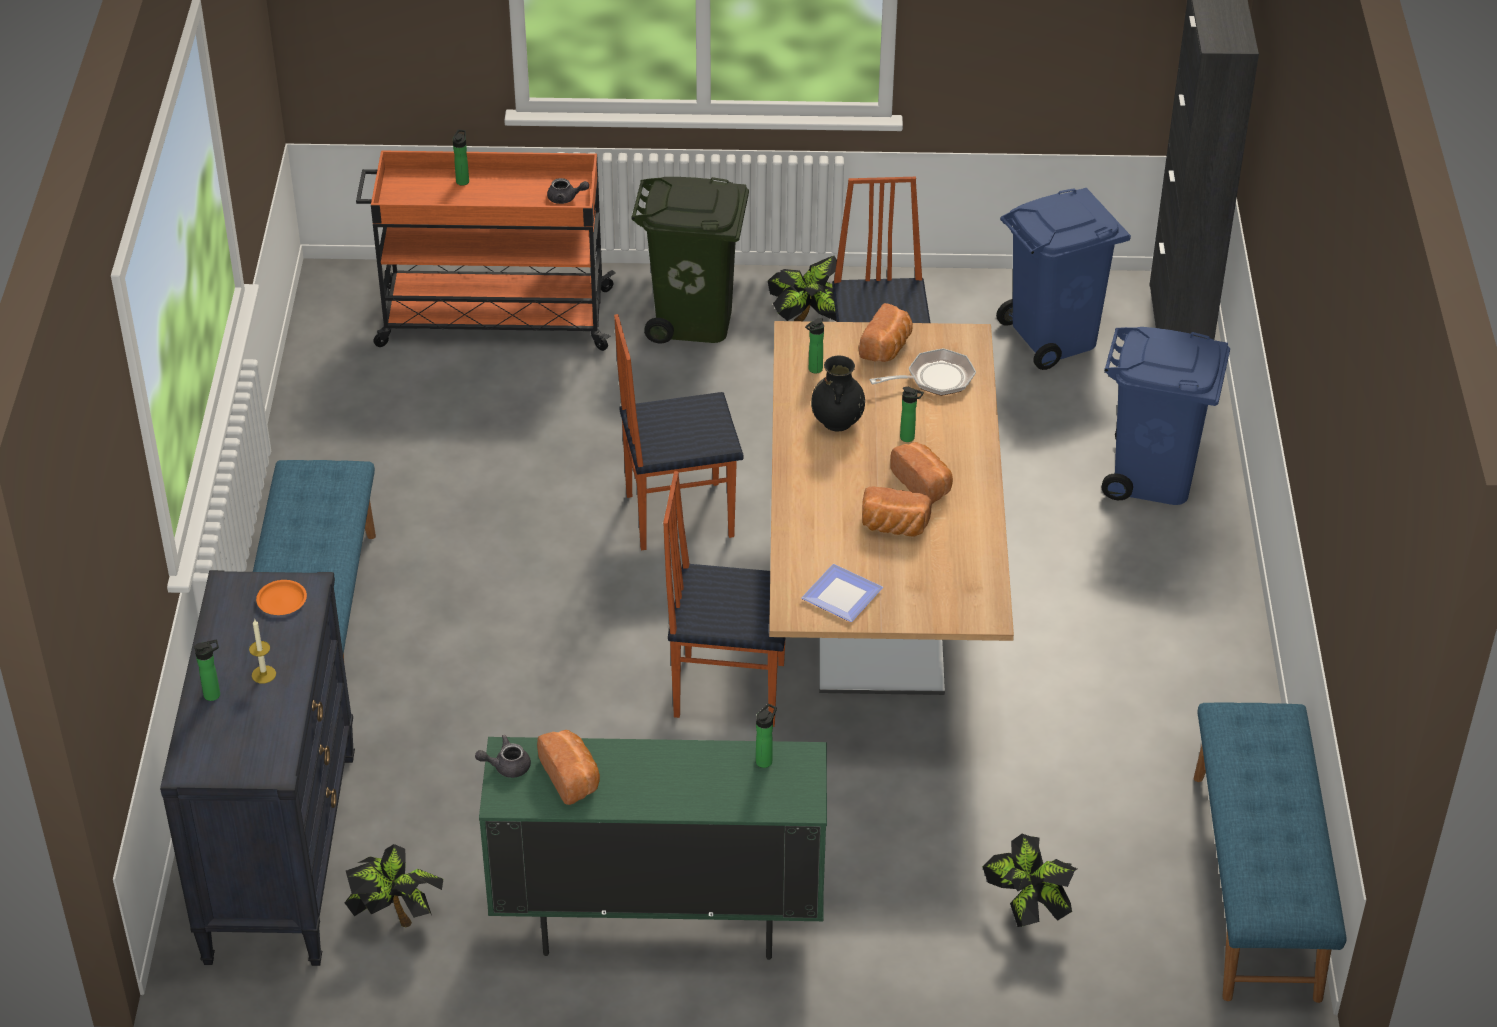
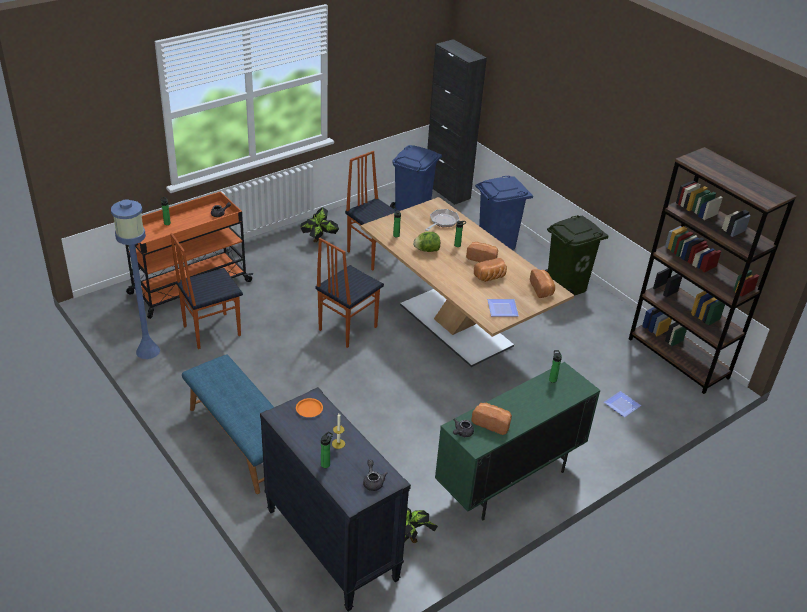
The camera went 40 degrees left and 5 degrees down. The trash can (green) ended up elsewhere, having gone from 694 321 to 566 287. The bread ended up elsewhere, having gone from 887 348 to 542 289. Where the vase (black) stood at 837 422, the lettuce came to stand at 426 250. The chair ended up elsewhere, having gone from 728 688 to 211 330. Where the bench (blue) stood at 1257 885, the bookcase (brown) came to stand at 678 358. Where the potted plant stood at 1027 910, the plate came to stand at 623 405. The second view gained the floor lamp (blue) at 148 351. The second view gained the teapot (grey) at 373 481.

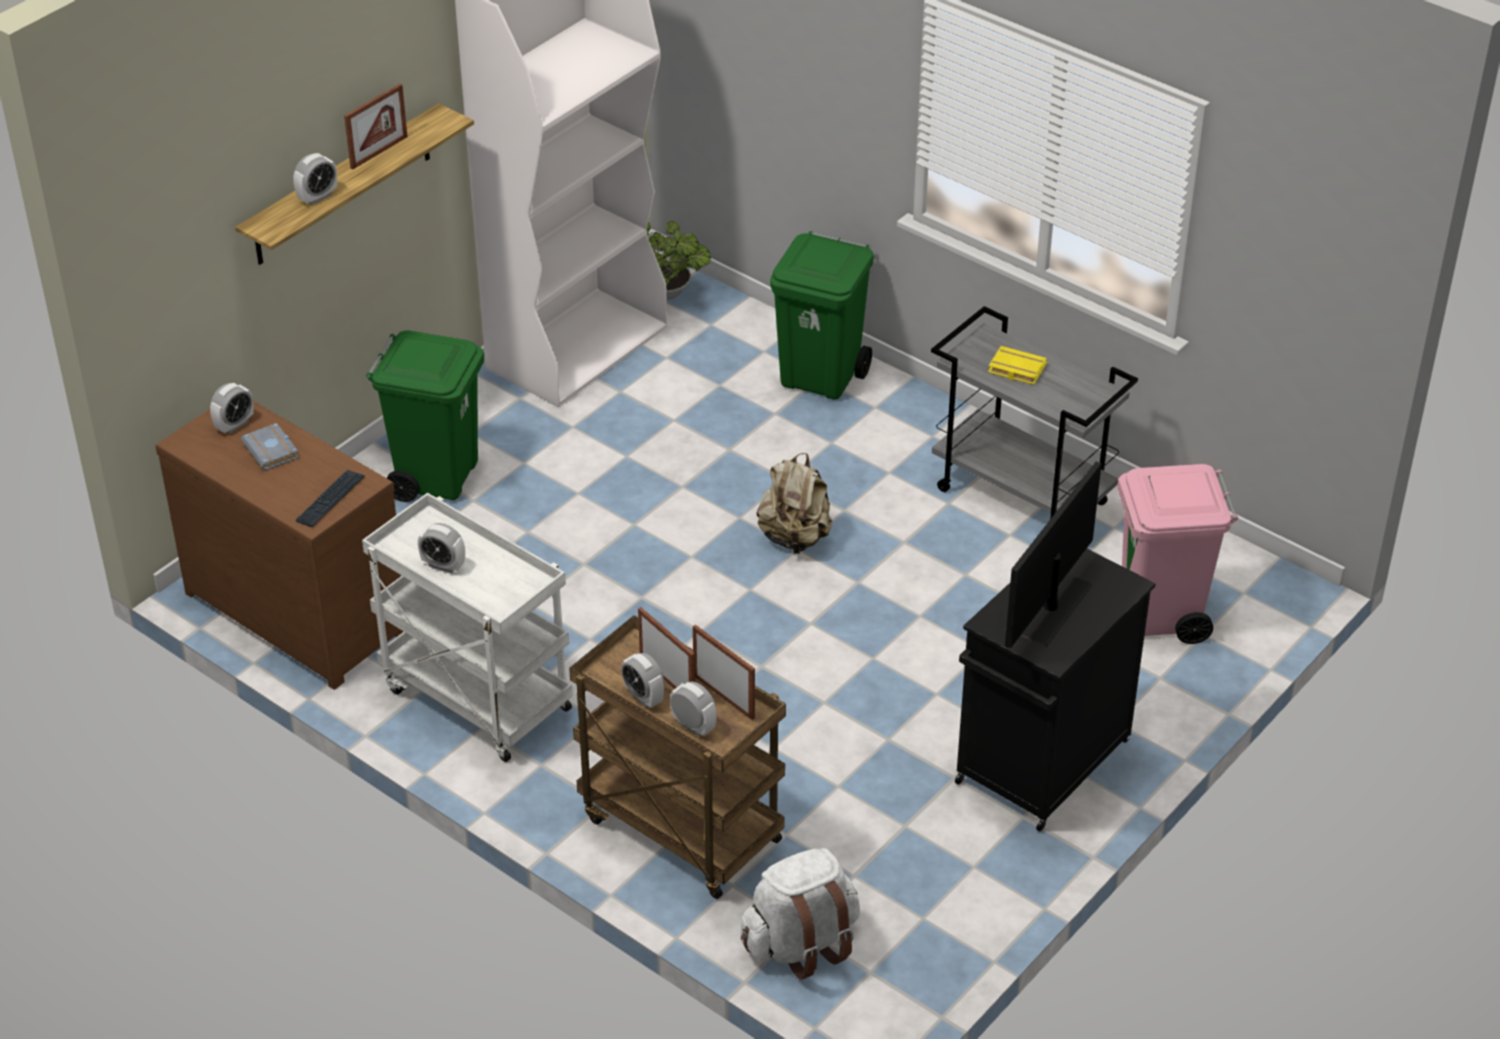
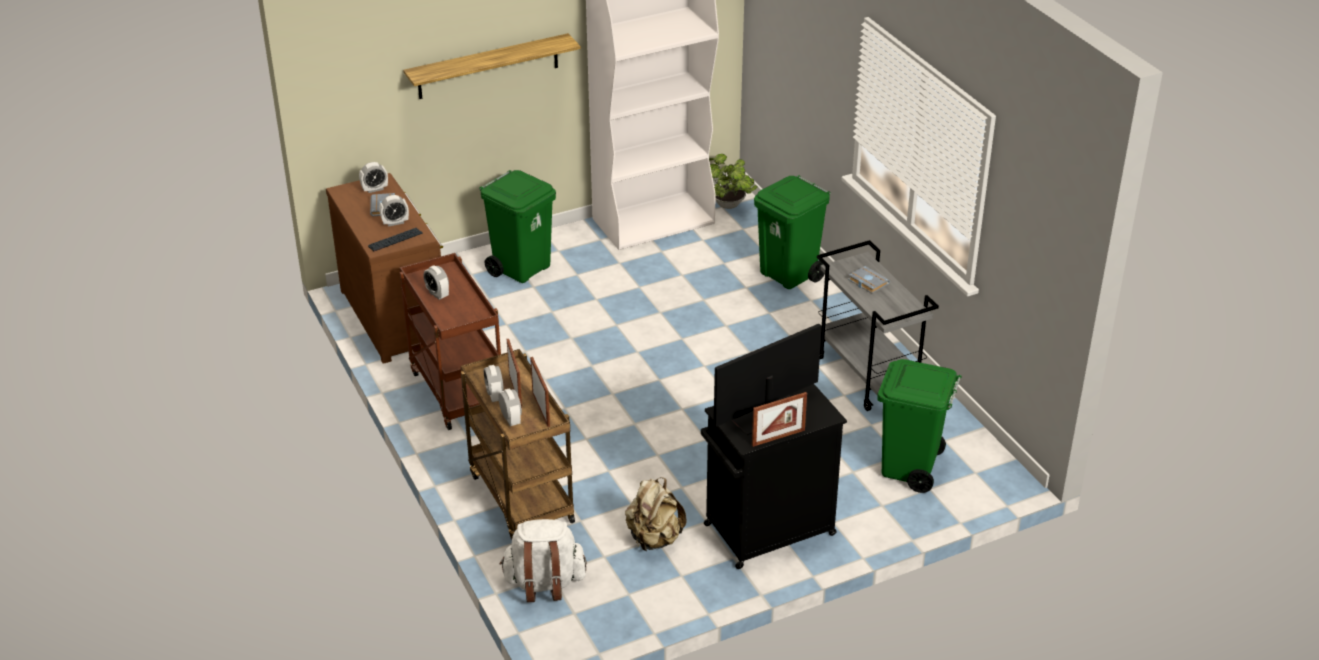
The camera went 25 degrees right and 5 degrees down. The picture frame ended up elsewhere, having gone from 379 152 to 778 437. The alarm clock ended up elsewhere, having gone from 317 197 to 395 222. What was the book (yellow) at 1015 369 turned into the book (grey) at 867 282. The backpack (beige) ended up elsewhere, having gone from 795 537 to 654 539. What was the trash can (pink) at 1161 614 turned into the trash can (green) at 910 469. What was the cart (white) at 474 698 turned into the cart (brown) at 455 391.

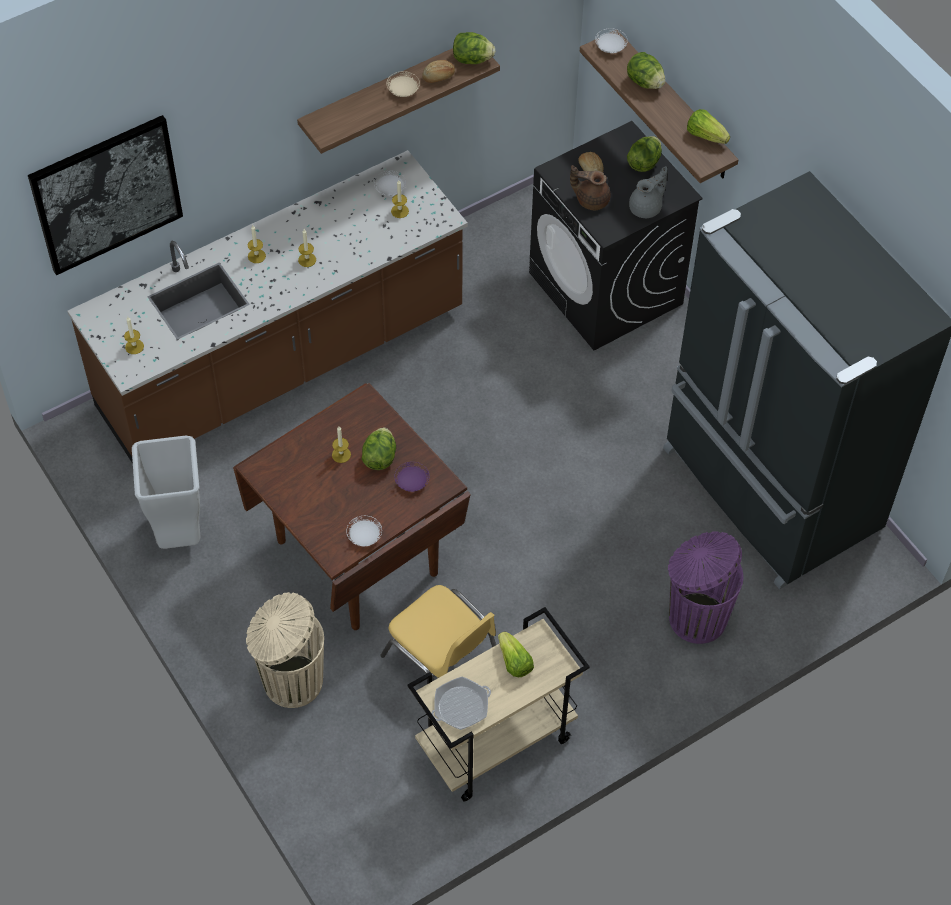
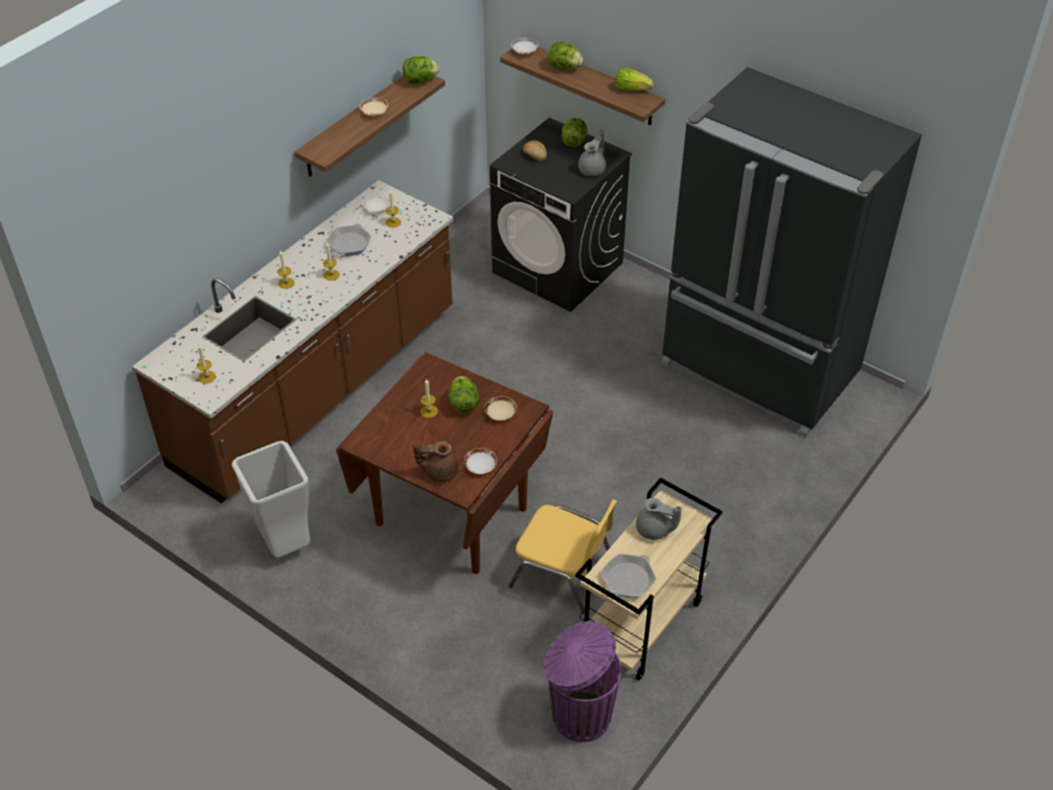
The camera went 20 degrees left and 10 degrees down. The second view lost the bread at 439 77. The second view lost the picture at 106 194. The teapot (brown) ended up elsewhere, having gone from 591 199 to 439 471. What was the plate (purple) at 412 482 turned into the plate (beige) at 501 414. The trash can (purple) ended up elsewhere, having gone from 695 617 to 579 715. The second view lost the trash can (beige) at 291 681. Where the lettuce stood at 514 662, the teapot (grey) came to stand at 654 530. The second view gained the frying pan at 349 244.

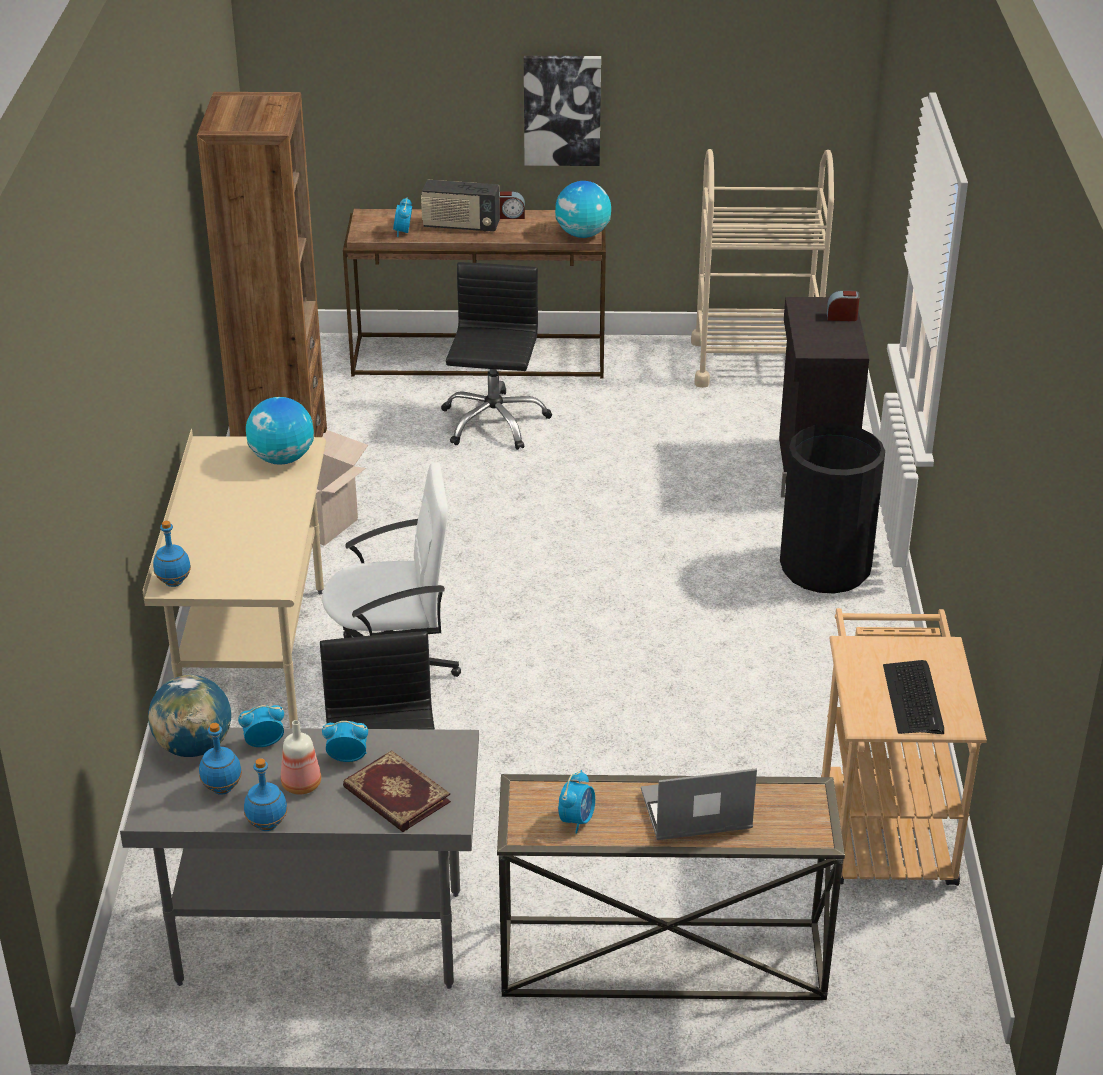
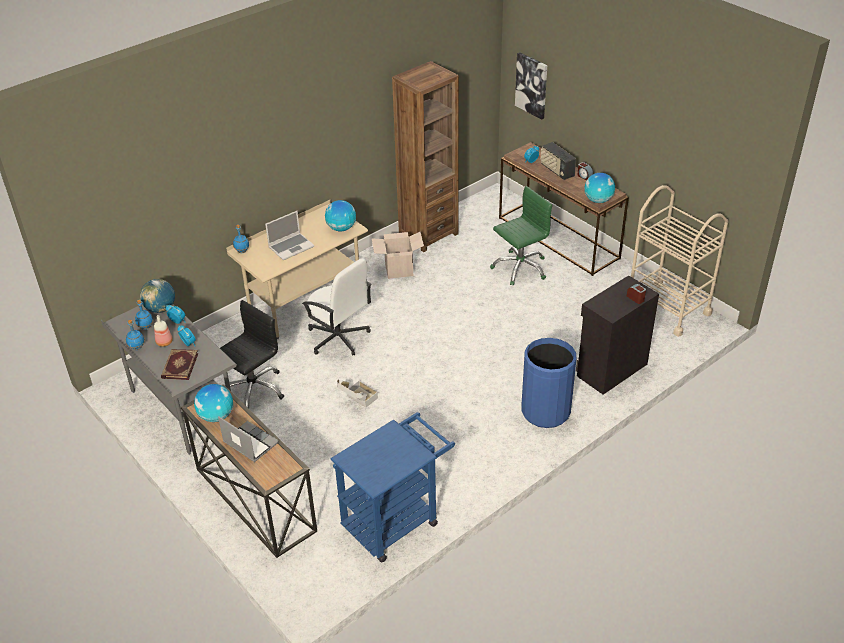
The camera went 50 degrees right and 5 degrees up. The picture ended up elsewhere, having gone from 562 110 to 532 85. What was the office chair (black) at 493 422 turned into the office chair (green) at 520 268. What was the trash can (black) at 825 568 turned into the trash can (blue) at 545 411. What was the cart (beige) at 883 824 turned into the cart (blue) at 396 519. The second view lost the keyboard at 913 699. Where the alarm clock stood at 577 820, the globe came to stand at 216 416. The second view gained the laptop at 291 247. The second view gained the cardboard box at 357 400.

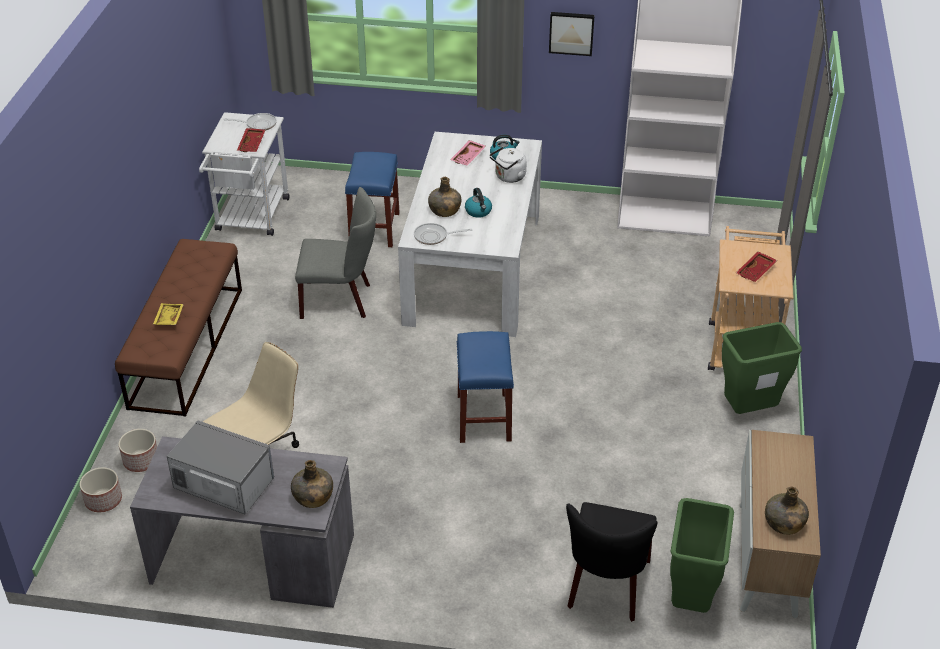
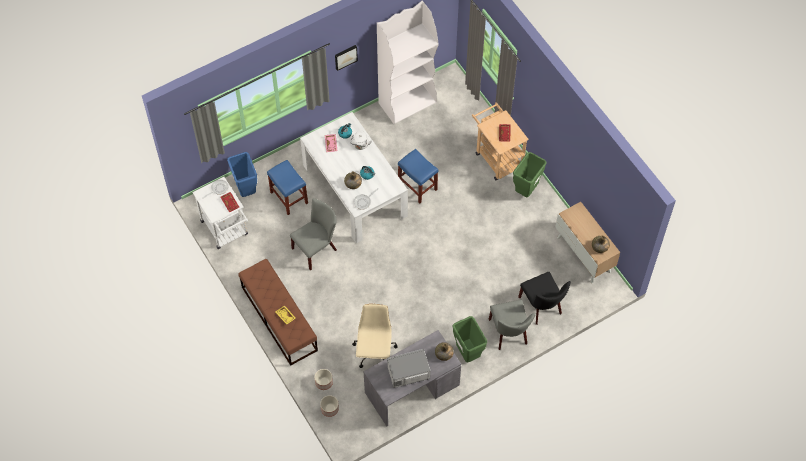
The camera went 40 degrees left and 20 degrees up. The stool (blue) ended up elsewhere, having gone from 484 418 to 418 186. The trash can (green) ended up elsewhere, having gone from 690 599 to 467 353. The second view gained the trash can (blue) at 246 190. The second view gained the chair (grey) at 509 334.

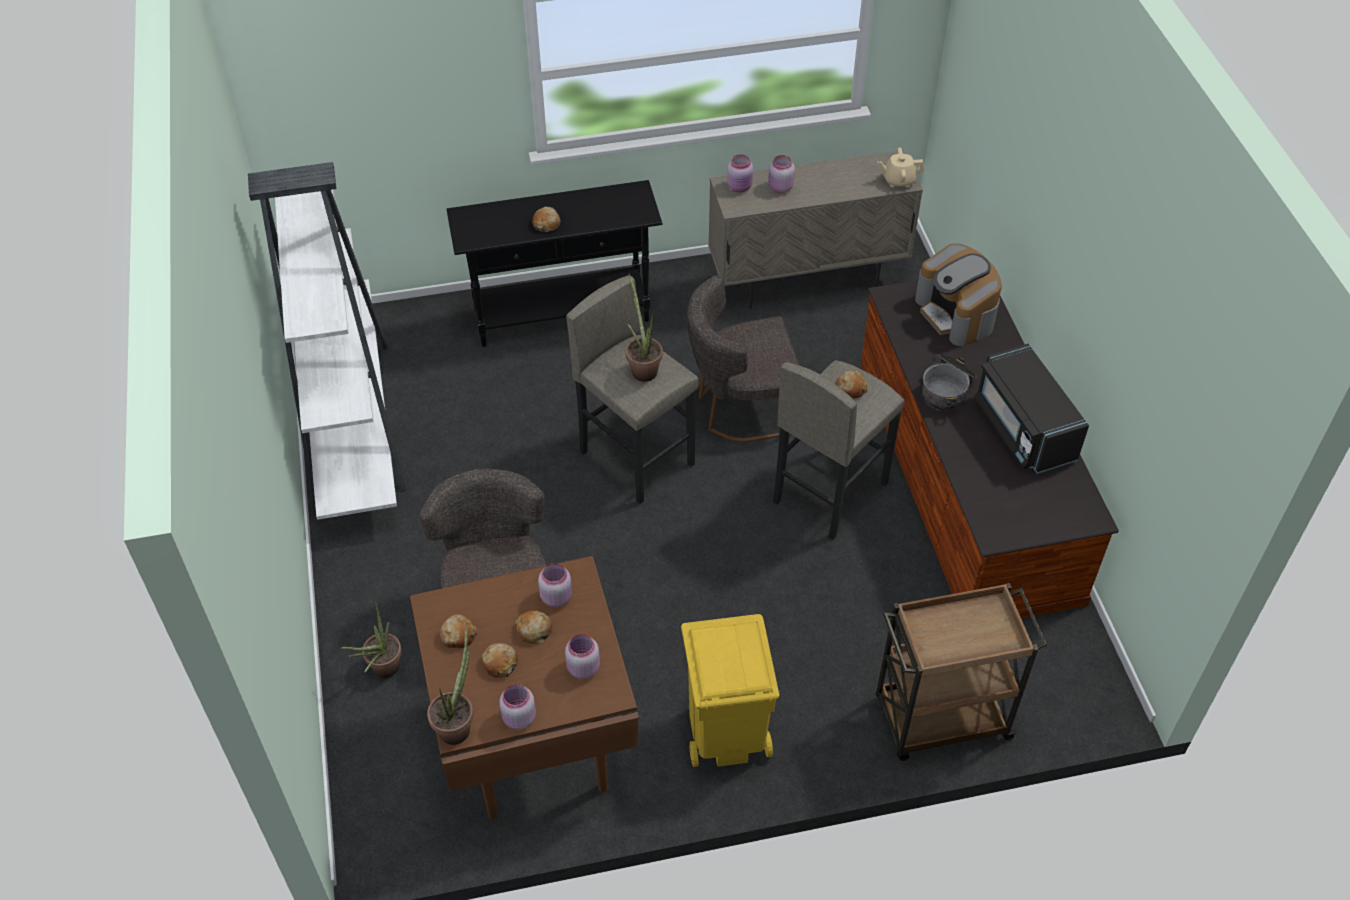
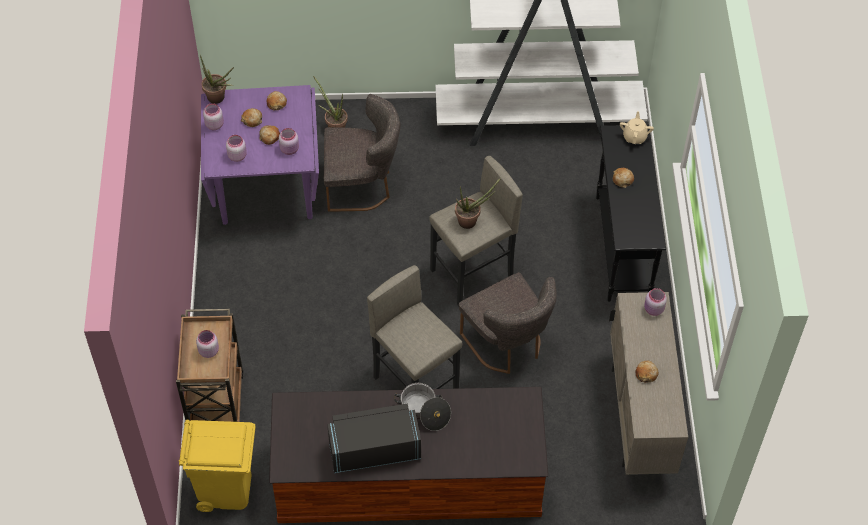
The camera went 100 degrees right and 5 degrees up. The teapot (beige) ended up elsewhere, having gone from 898 180 to 634 137. The jar (pink) ended up elsewhere, having gone from 780 187 to 208 350. The second view lost the coffee machine at 956 314. The chair (grey) at 740 408 ended up facing another way, 150 degrees clockwise from before. The bread ended up elsewhere, having gone from 850 388 to 646 373. What was the dining table (brown) at 532 740 turned into the dining table (purple) at 266 192. The trash can (yellow) ended up elsewhere, having gone from 725 732 to 226 488.

